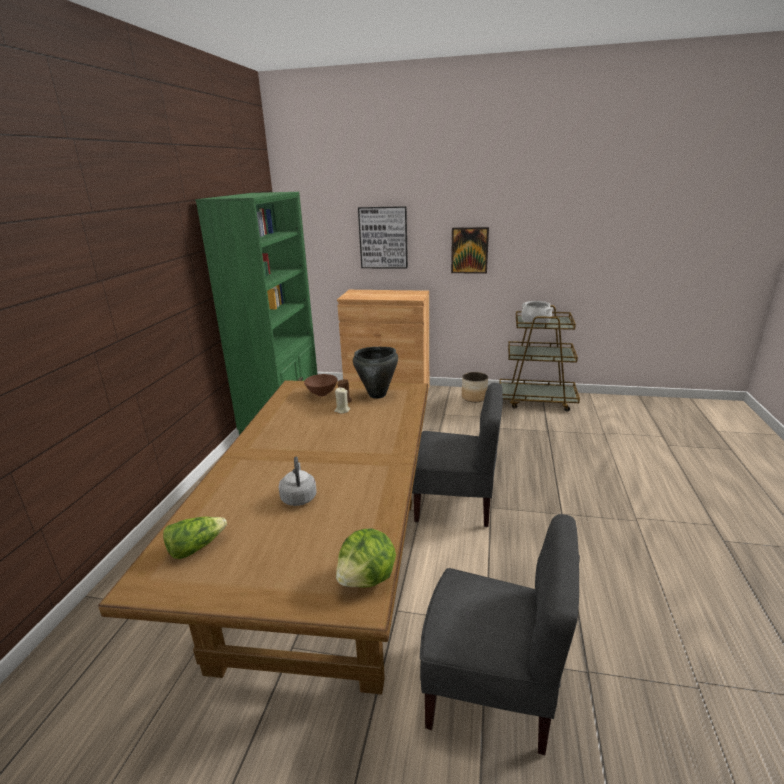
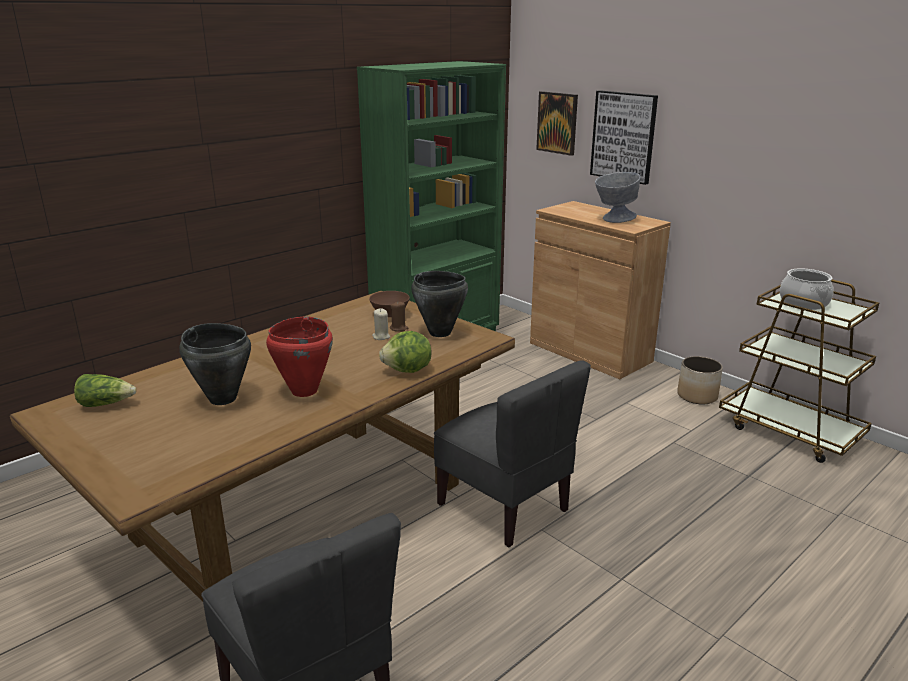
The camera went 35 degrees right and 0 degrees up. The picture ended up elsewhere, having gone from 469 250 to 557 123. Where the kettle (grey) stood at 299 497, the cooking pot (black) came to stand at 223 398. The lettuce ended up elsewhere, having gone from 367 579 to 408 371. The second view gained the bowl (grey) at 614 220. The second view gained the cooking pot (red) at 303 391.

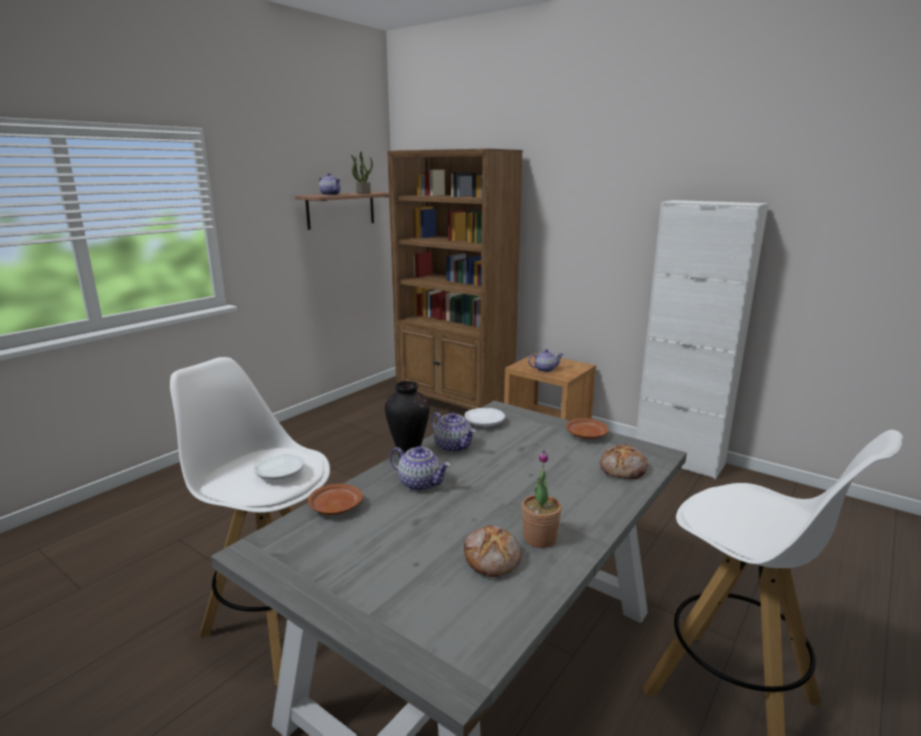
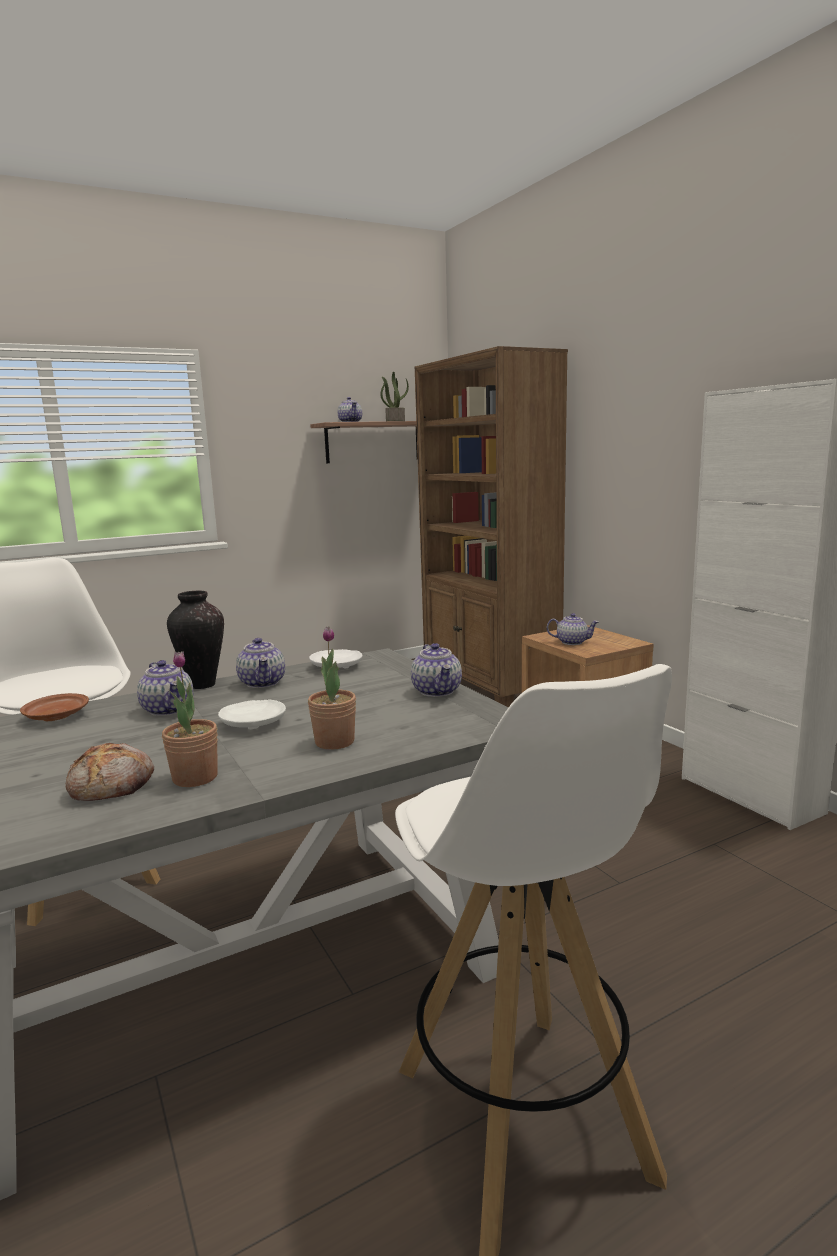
The camera went 25 degrees right and 5 degrees down. Where the plate (brown) stood at 586 435, the teapot came to stand at 437 691. The second view lost the bread at 624 470. The plate (white) ended up elsewhere, having gone from 280 474 to 254 723. The second view gained the potted plant at 334 742.

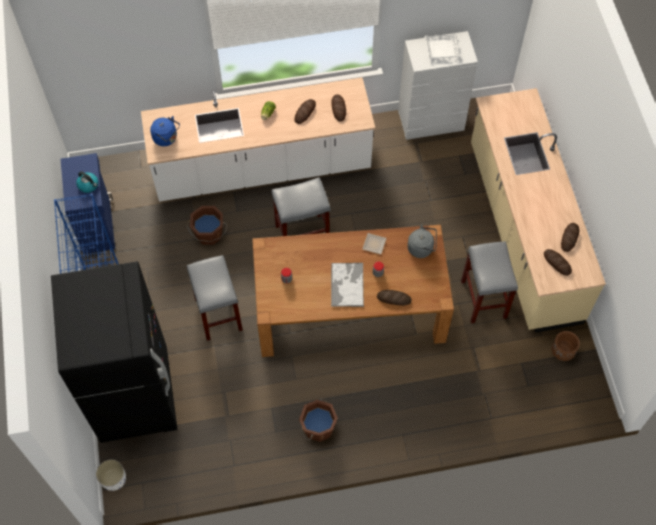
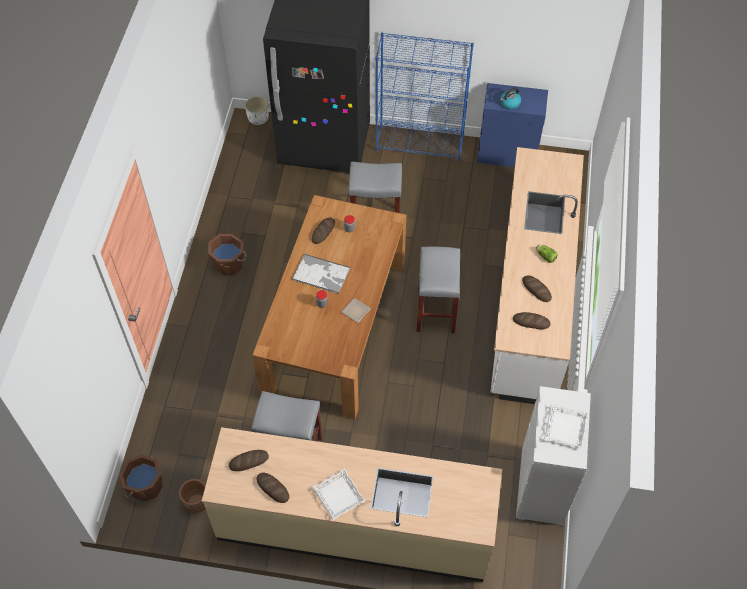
The camera went 110 degrees right and 5 degrees down. The second view lost the kettle (blue) at 166 138. The bucket (brown) ended up elsewhere, having gone from 209 234 to 145 486. The second view lost the kettle (grey) at 422 248. The bread ended up elsewhere, having gone from 394 299 to 323 232. The second view gained the tray (white) at 338 496.

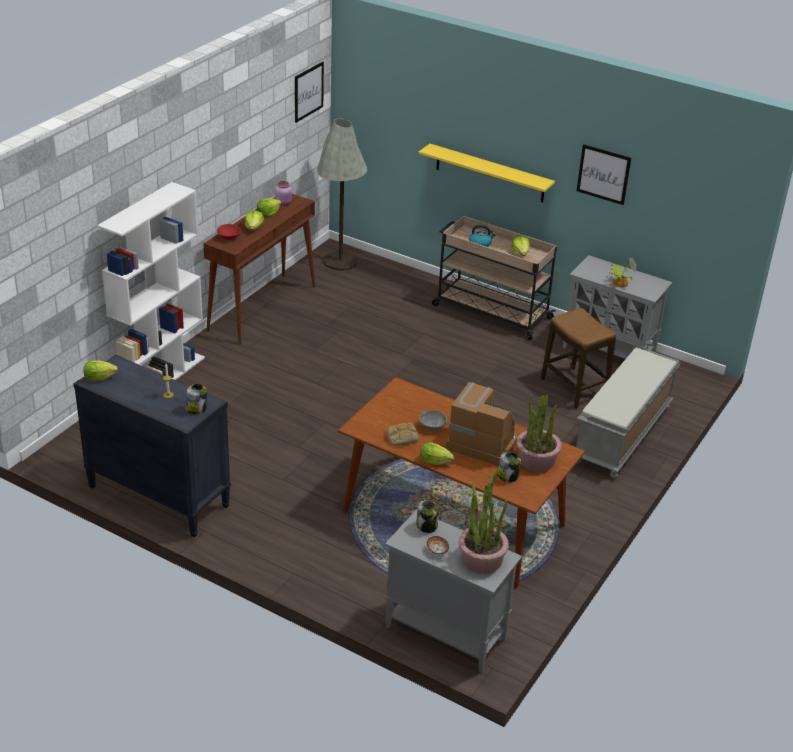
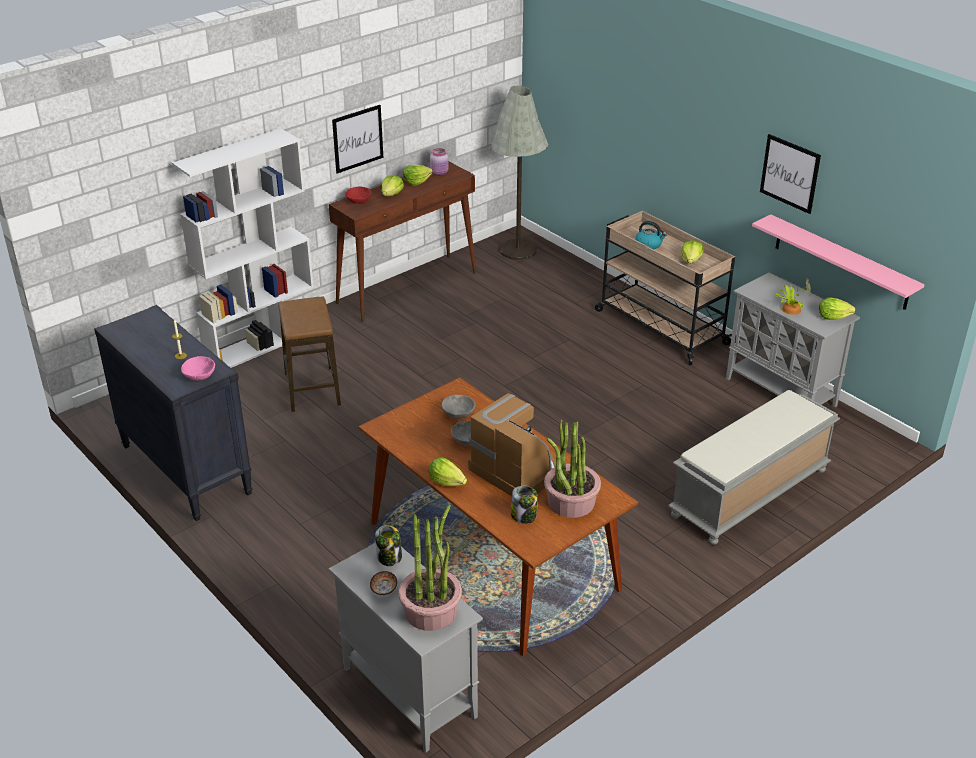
The camera went 20 degrees right and 0 degrees up. The picture ended up elsewhere, having gone from 308 91 to 357 138. The second view lost the shelf (yellow) at 490 173. The stool ended up elsewhere, having gone from 574 388 to 312 389. The lettuce ended up elsewhere, having gone from 99 378 to 833 317. Where the jar stood at 196 409, the bowl (pink) came to stand at 199 375. The second view lost the bread at 402 437. The second view gained the shelf (pink) at 841 262. The second view gained the bowl (grey) at 458 414.

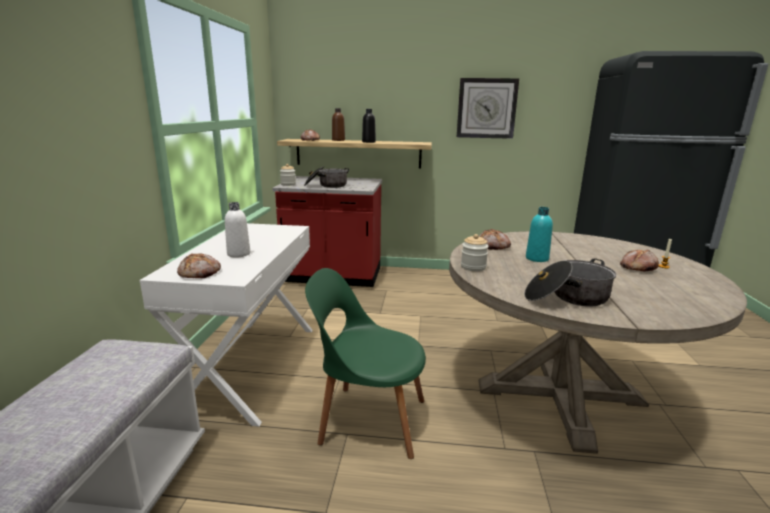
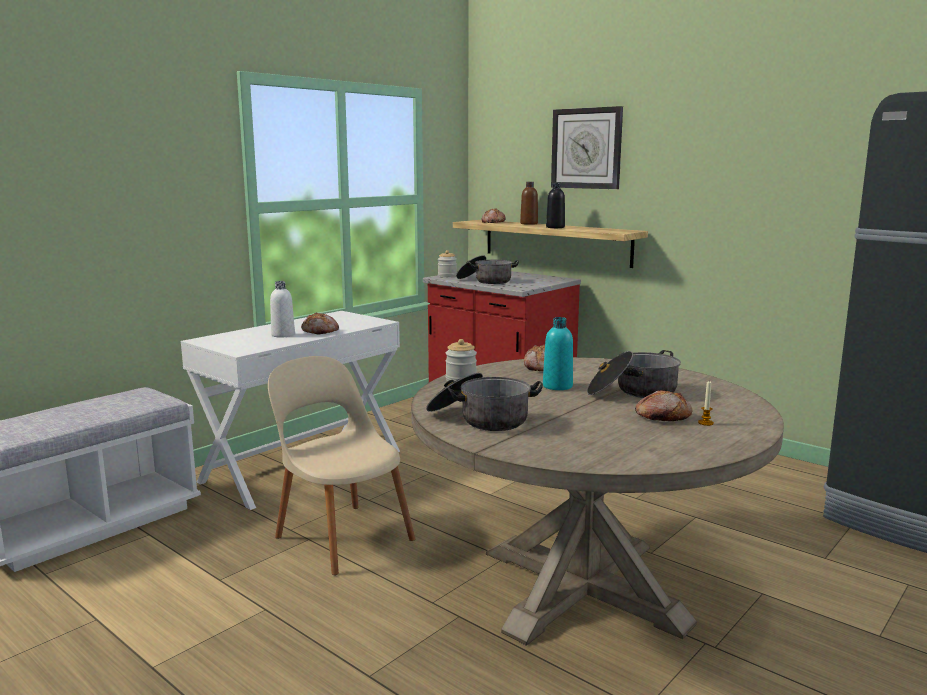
The camera went 35 degrees right and 5 degrees down. The wall clock ended up elsewhere, having gone from 486 108 to 586 148. The bread ended up elsewhere, having gone from 200 273 to 320 331. What was the chair (green) at 368 419 turned into the chair (beige) at 342 536. The second view gained the cooking pot at 633 392.

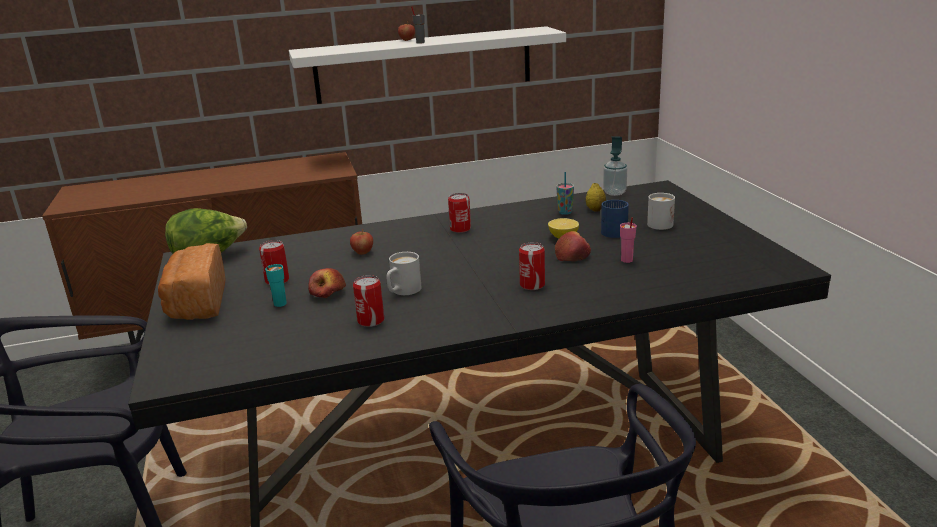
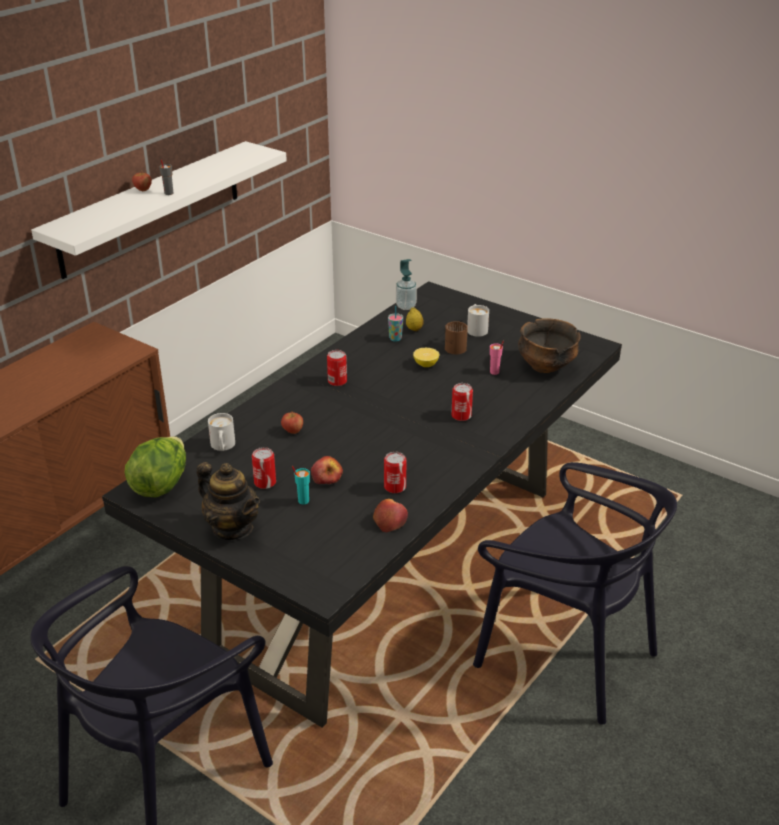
The camera went 40 degrees left and 10 degrees up. What was the mug (blue) at 615 230 turned into the mug (brown) at 454 346. The apple ended up elsewhere, having gone from 573 255 to 390 521. Where the bread stood at 196 303, the teapot came to stand at 232 528. The mug (white) ended up elsewhere, having gone from 402 291 to 223 447. The second view gained the bowl at 545 366.

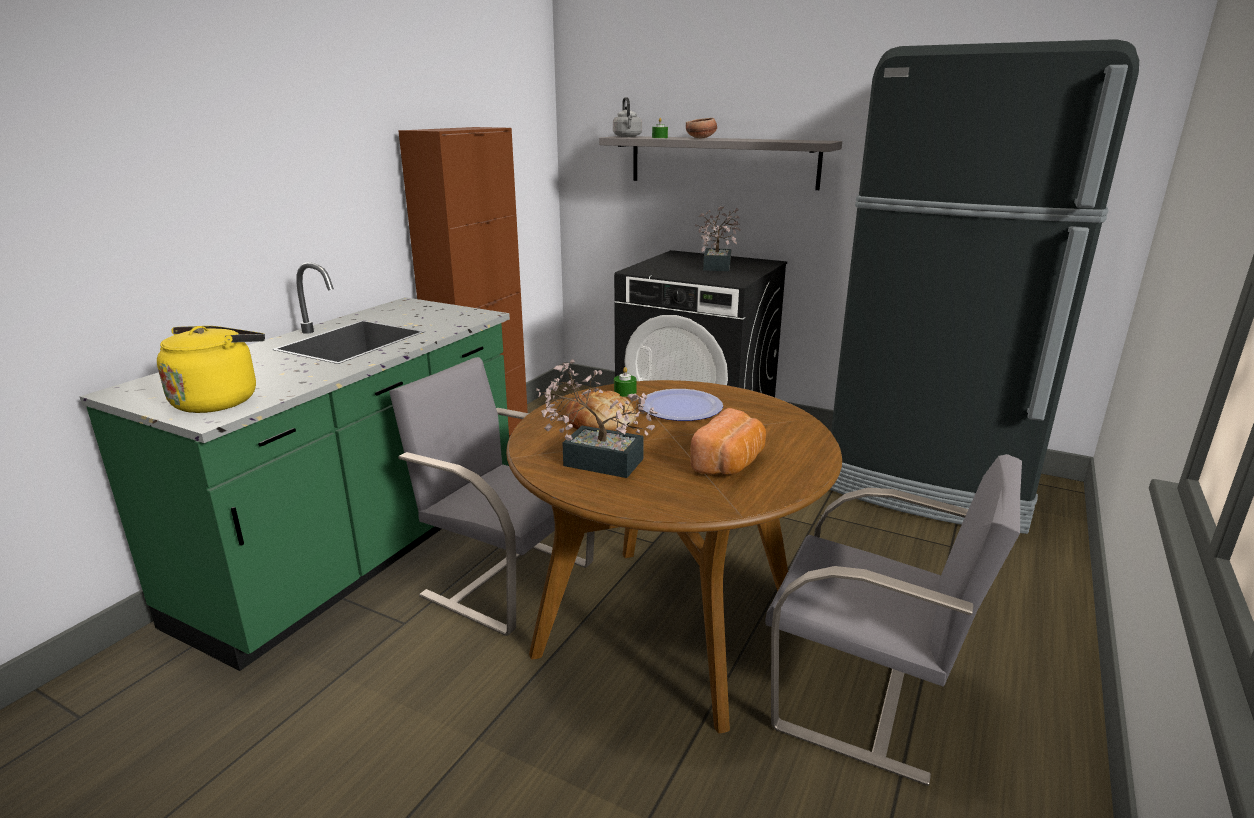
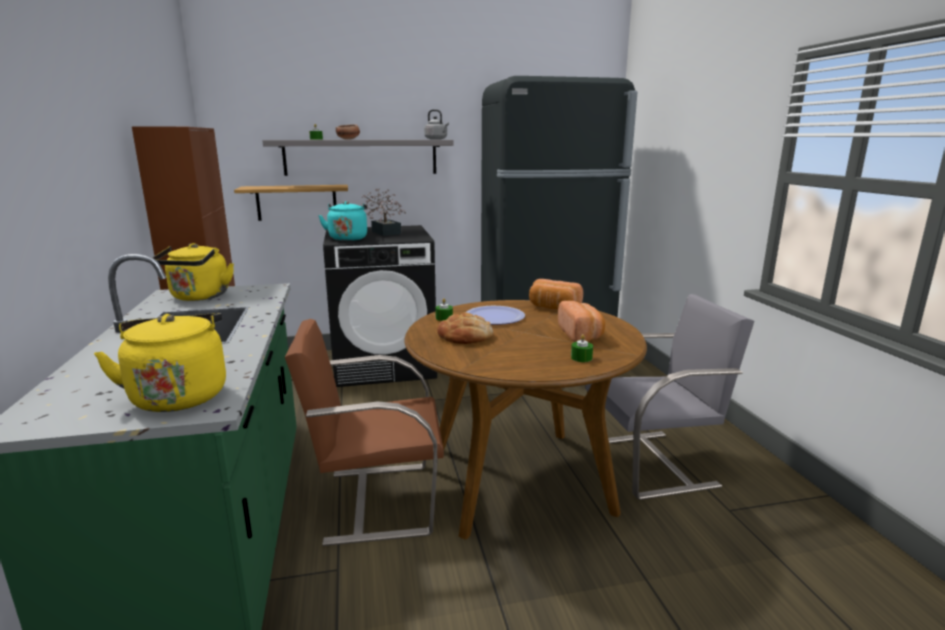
The camera went 40 degrees left and 5 degrees down. The kettle (grey) ended up elsewhere, having gone from 627 136 to 437 139. What was the chair (grey) at 507 578 turned into the chair (brown) at 376 501. The second view lost the potted plant at 595 460. The second view gained the shelf at 297 202. The second view gained the kettle (turquoise) at 348 238. The second view gained the kettle (yellow) at 199 297. The second view gained the bread at 553 308. The second view gained the candle (green) at 581 358.

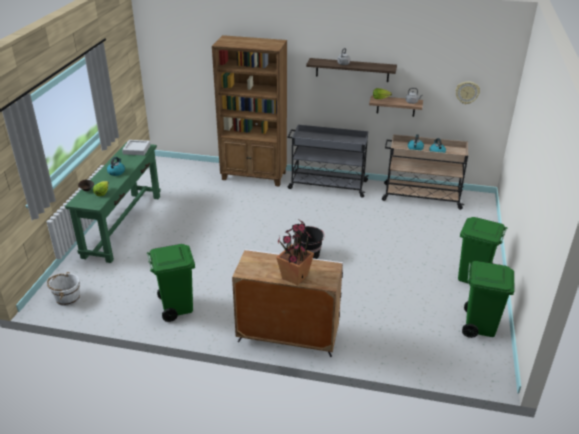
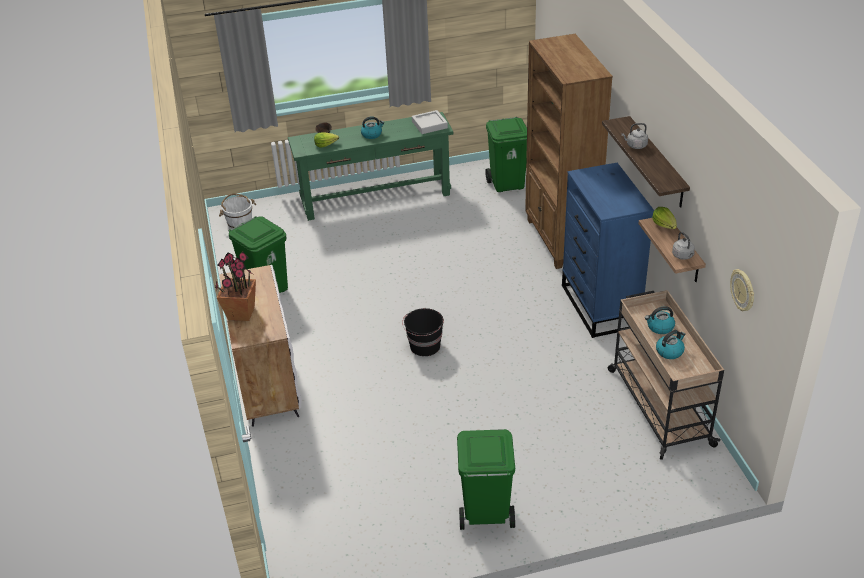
The camera went 65 degrees right and 5 degrees up. Where the cart (grey) stood at 327 185, the dresser (blue) came to stand at 600 307. The trash can (green) ended up elsewhere, having gone from 479 325 to 507 184.

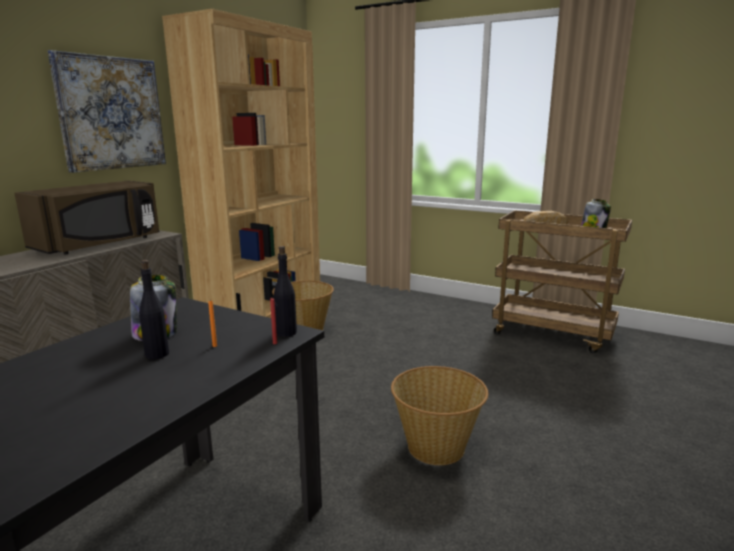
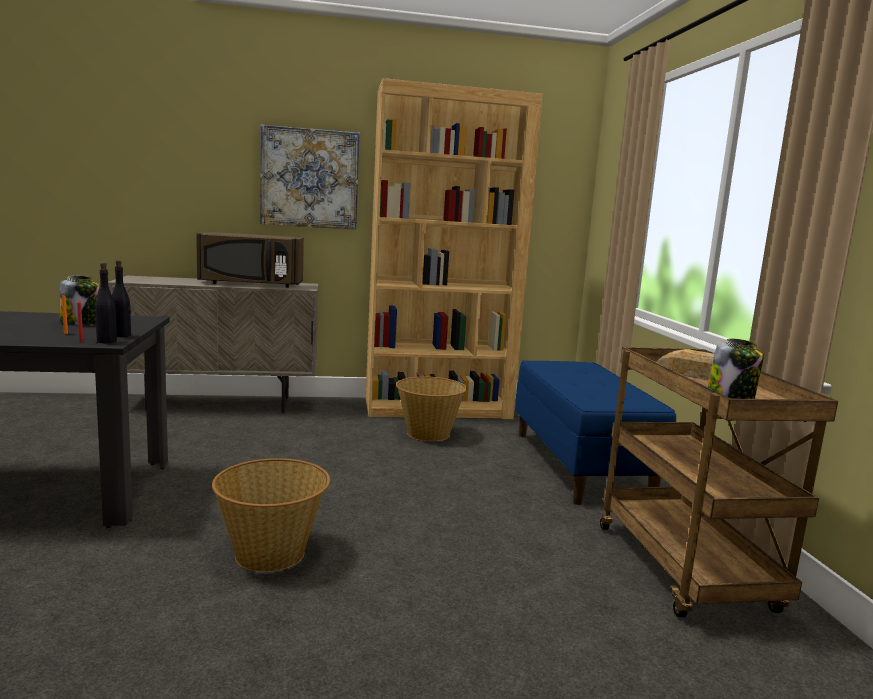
The camera went 50 degrees right and 5 degrees down. The bottle (black) ended up elsewhere, having gone from 157 354 to 122 335. The second view gained the bench (blue) at 580 465.

